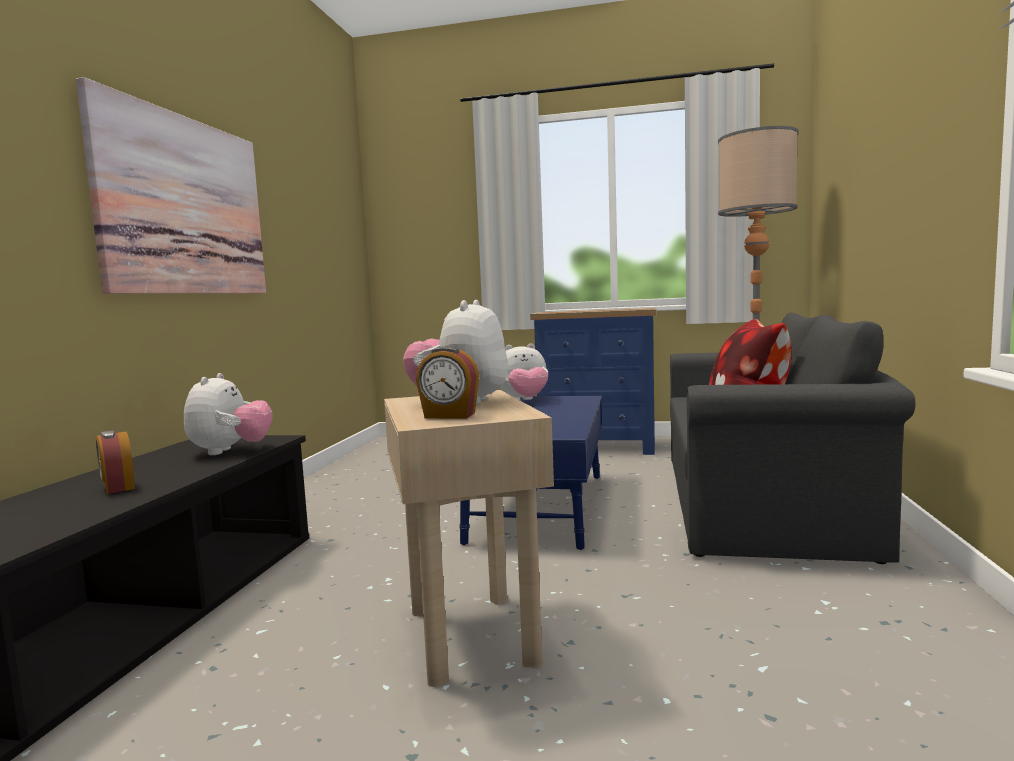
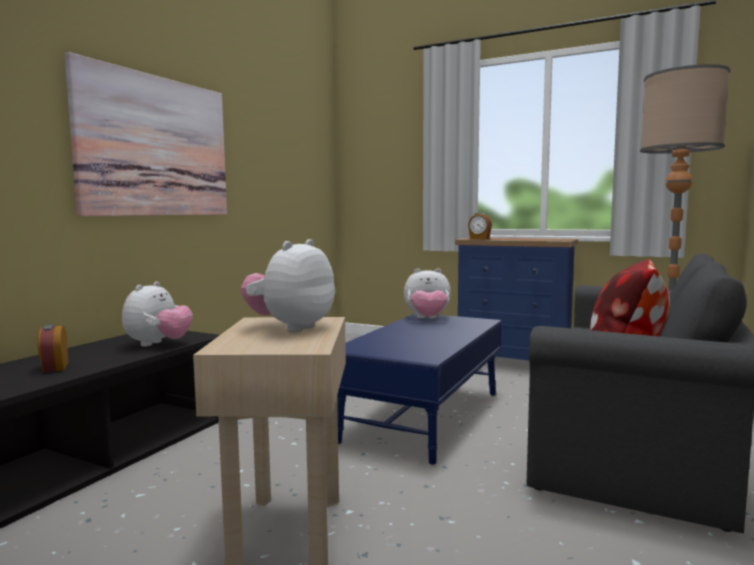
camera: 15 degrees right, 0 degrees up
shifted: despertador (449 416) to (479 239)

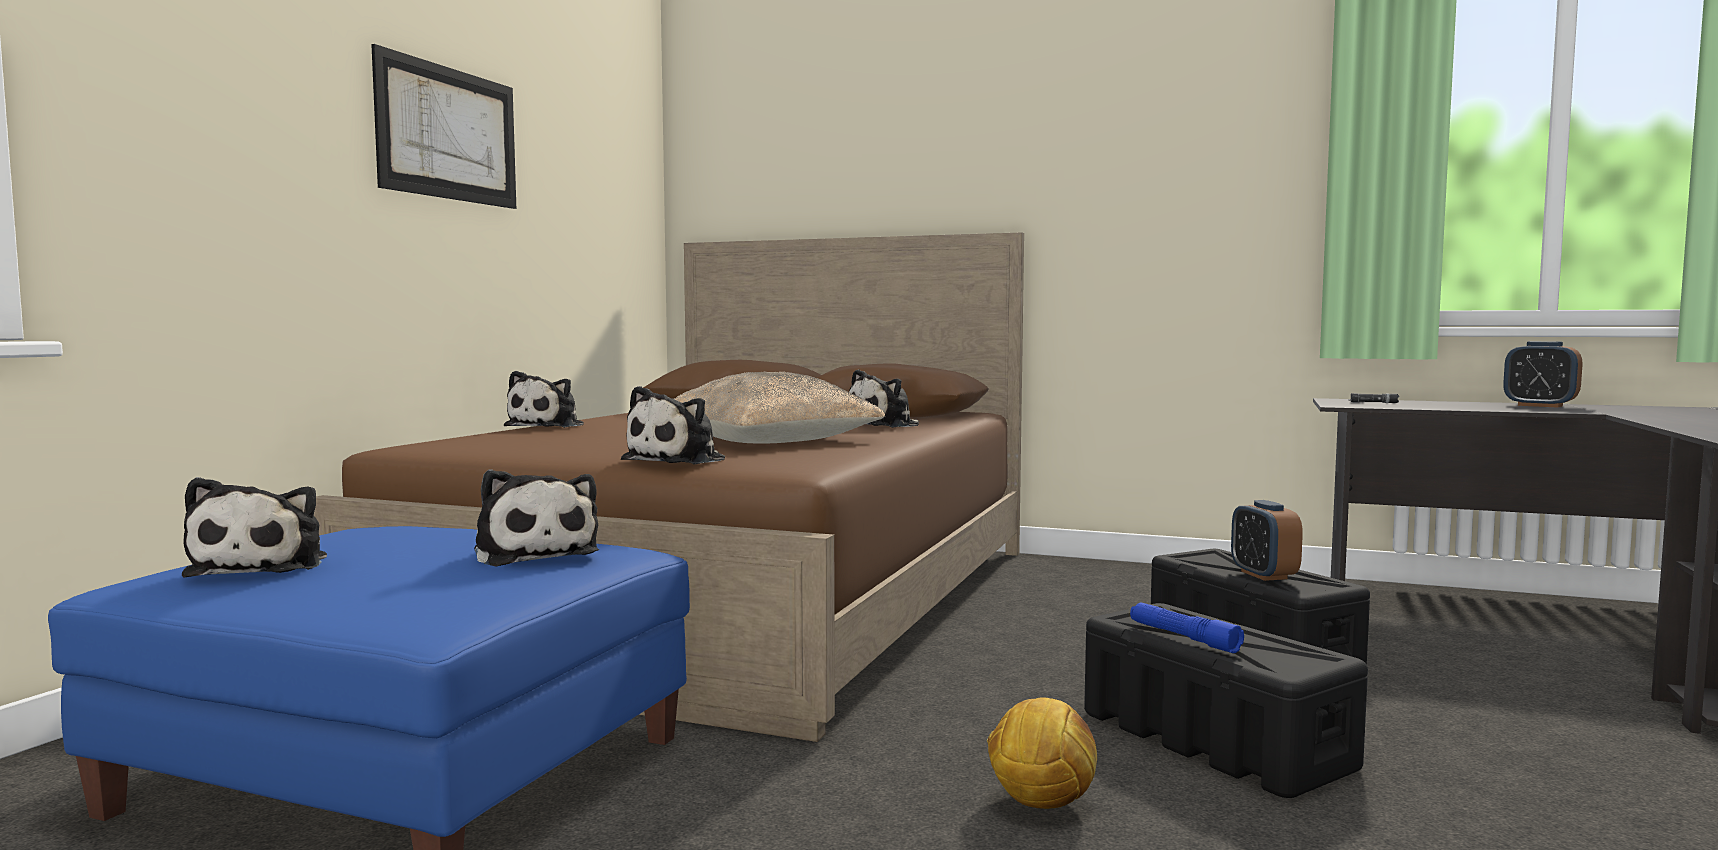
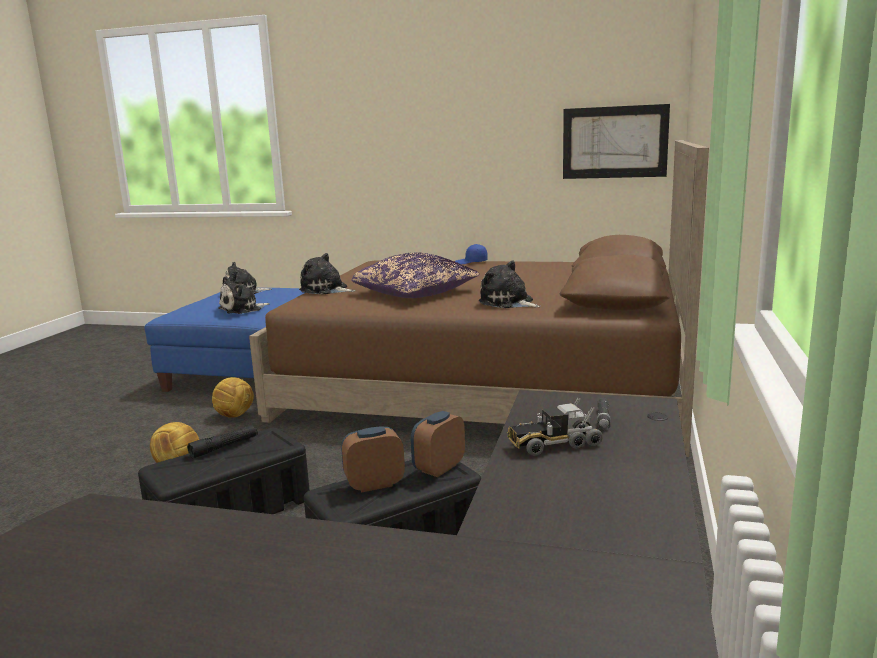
camera: 85 degrees right, 10 degrees up
new: balón de fútbol (235 415); camión de juguete (553 444)
shifted: cuadro (449 133) to (614 142); despertador (1540 405) to (439 468)
swapped: peluche (548 426) to gorra (azul) (471 262)
repainted: cojín (beis) (770 439) to cojín (morado) (414 292); linterna (azul) (1183 638) to linterna (negro) (224 447)

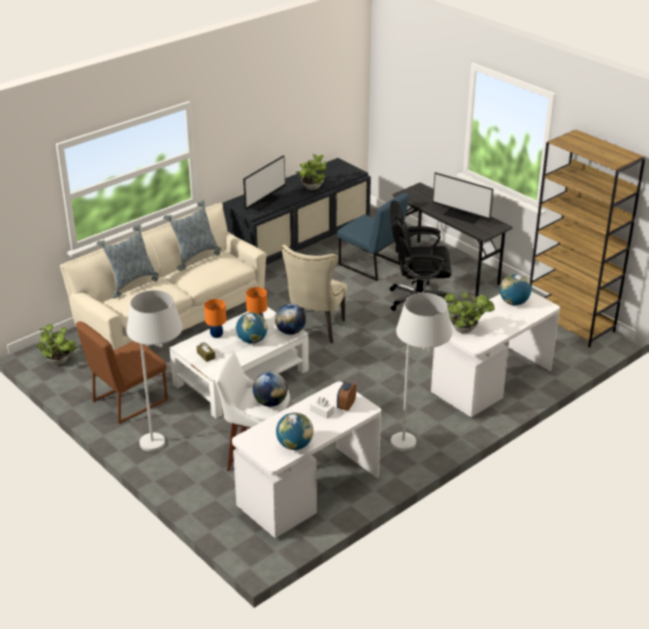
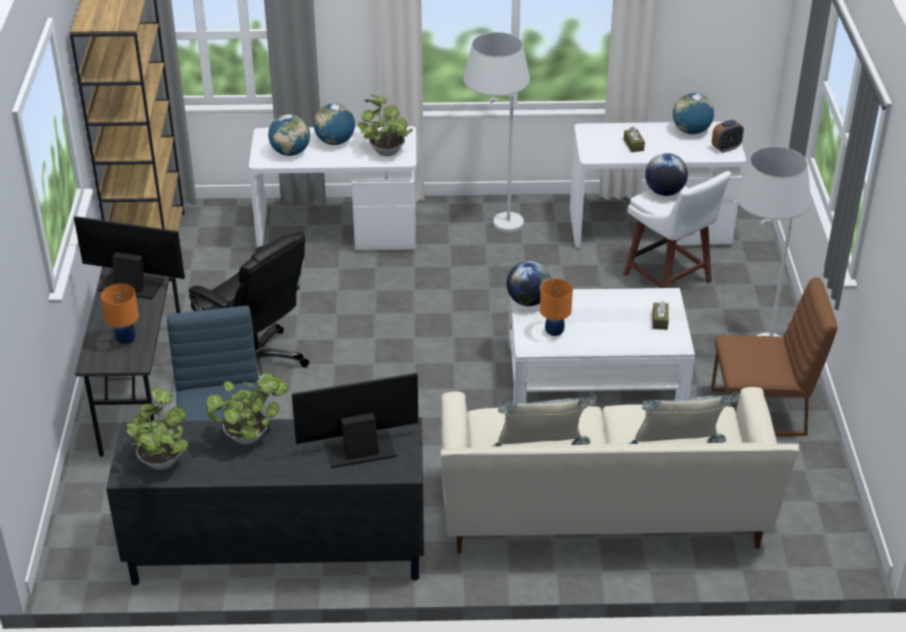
camera: 140 degrees left, 5 degrees up
gone: silla (beis) (315 328)
shifted: planta en maceta (60 362) to (162 459); lámpara de mesa (naranja) (216 336) to (127 340); globo terráqueo (252 340) to (335 142); despertador (346 405) to (726 148)
repainted: caja de pañuelos (blanco) (321 412) to caja de pañuelos (marrón) (633 145)
rotated: monitor (462 215) = (131 284) 60 degrees counterclockwise

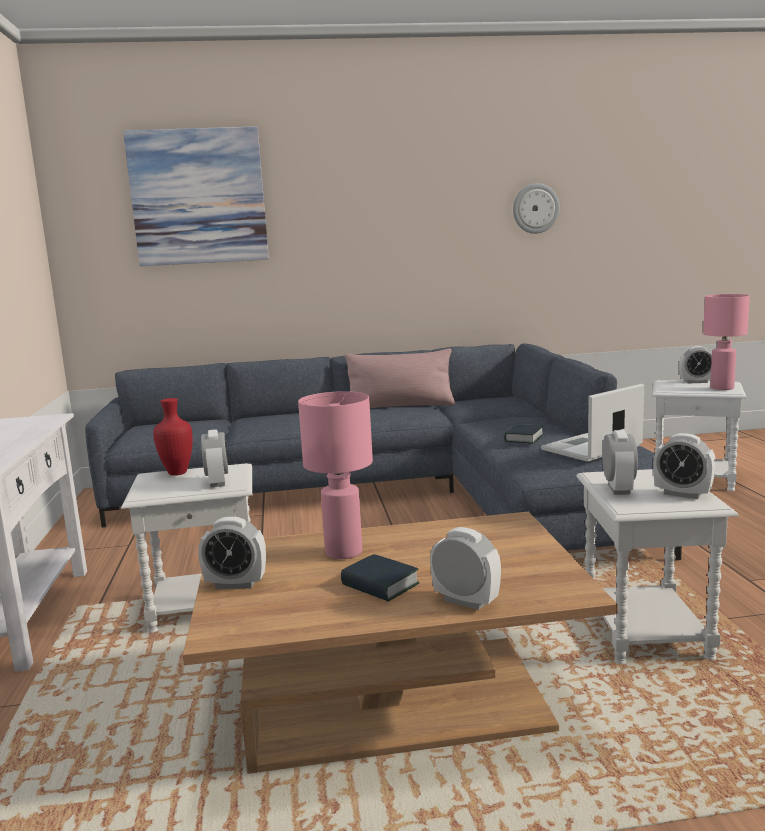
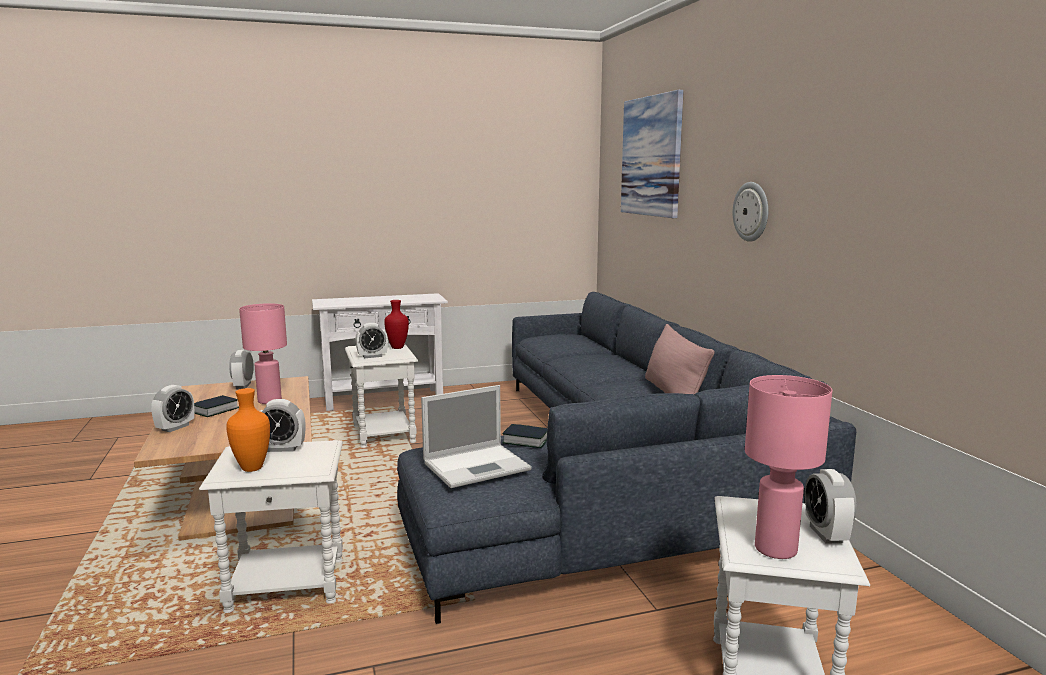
camera: 80 degrees right, 0 degrees up
shifted: reloj de pared (535 208) to (751 211)
swapped: despertador (682 494) to florero (naranja) (252 469)
rotated: portátil (590 448) = (478 465) 105 degrees clockwise

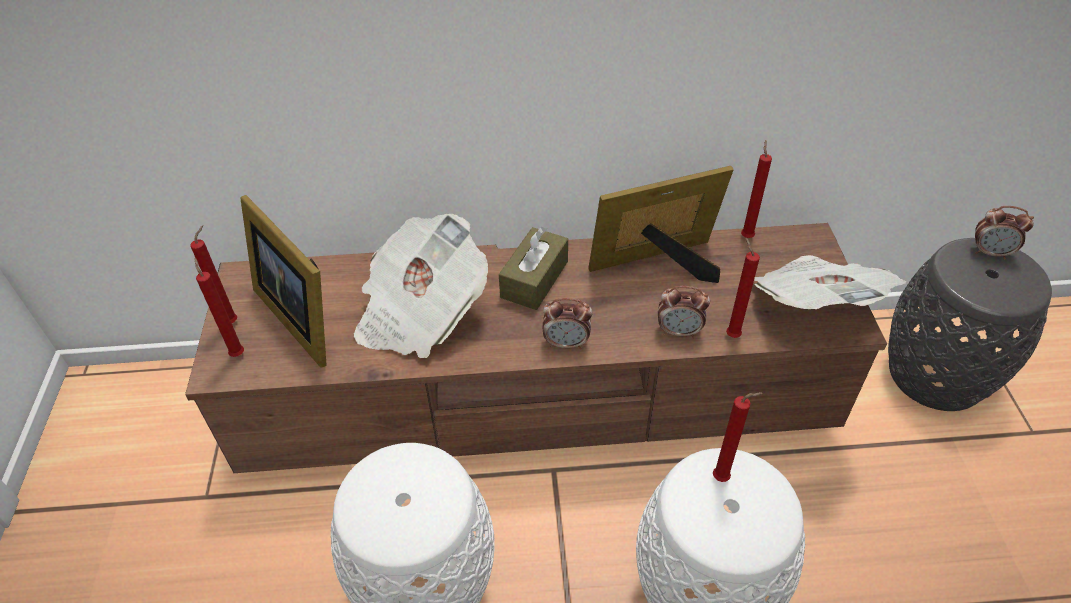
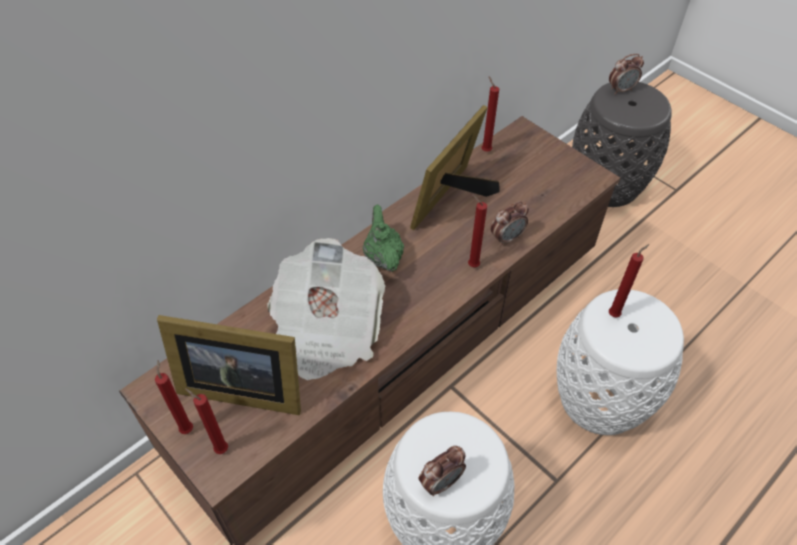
camera: 40 degrees left, 5 degrees up
gone: periódico (815 305)
shifted: despertador (566 343) to (441 482); vela (rojo) (731 334) to (471 265)
swapped: caja de pañuelos (marrón) (534 279) to tetera (verde) (383 257)

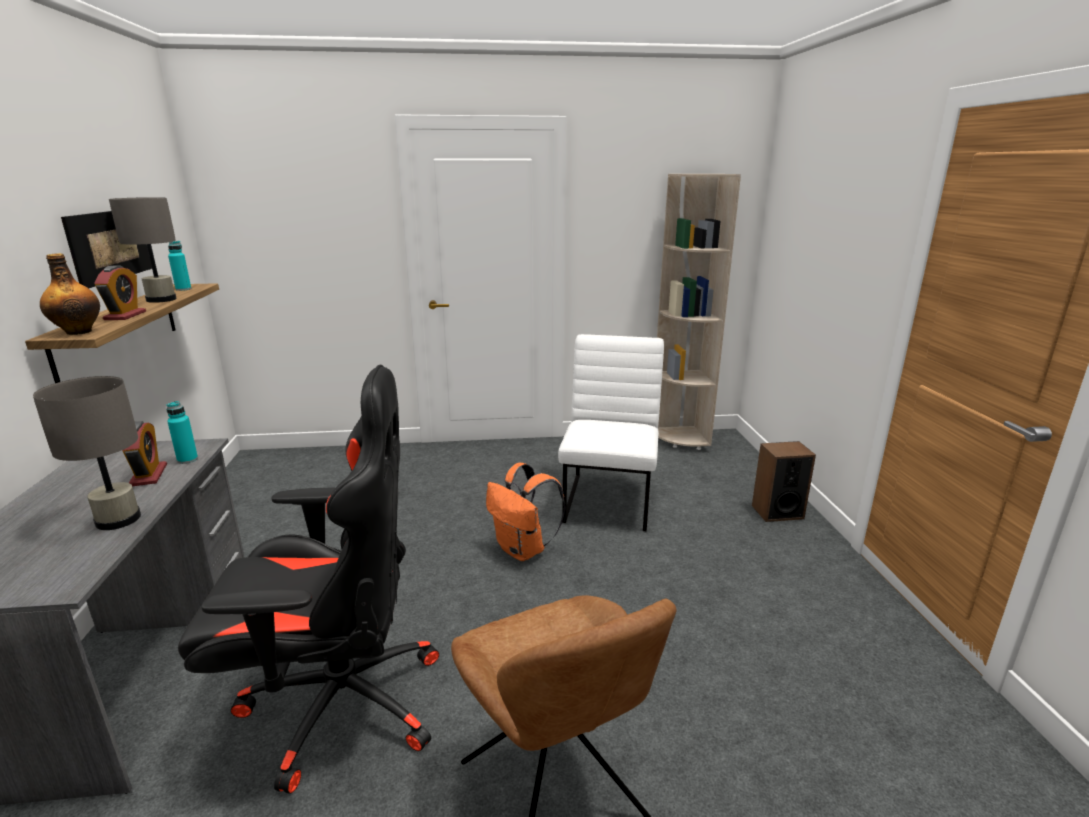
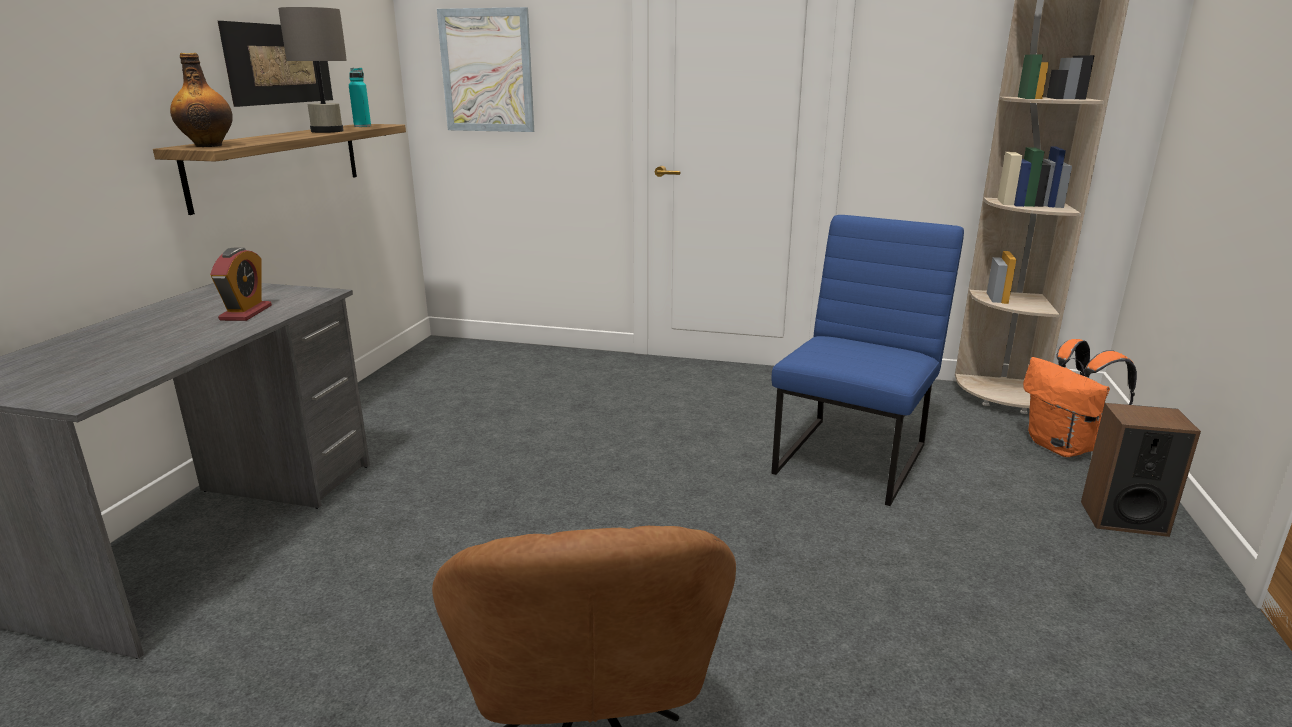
camera: 20 degrees right, 0 degrees up
gone: lámpara de mesa (gris) (119 520); despertador (125 316); botella (turquesa) (187 460); silla de oficina (negro) (329 706)
new: cuadro (487 71)
shifted: mochila (naranja) (523 550) to (1063 447)
repainted: silla (blanco) (609 500) to silla (azul) (853 457)

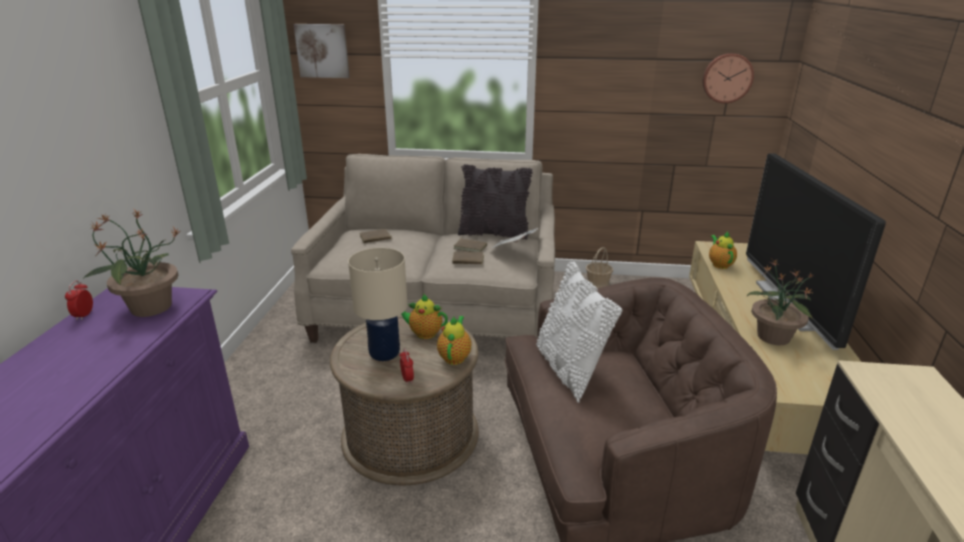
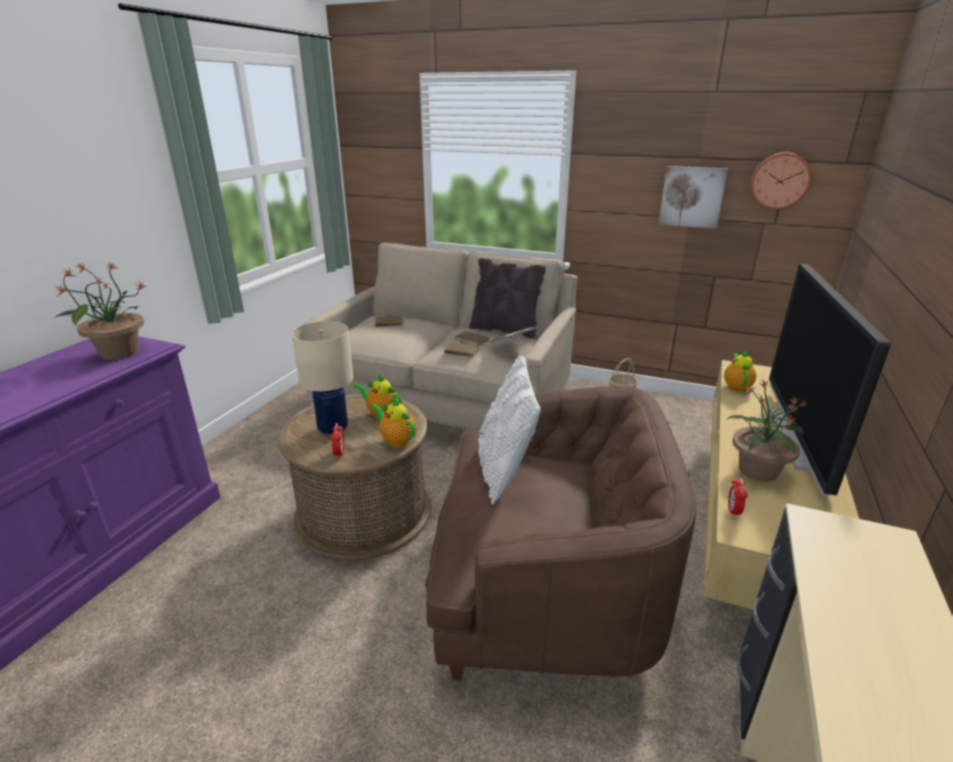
camera: 15 degrees right, 0 degrees up
shifted: despertador (84 315) to (733 511); cuadro (322 50) to (692 197)
rotated: tetera (455 357) = (396 440) 75 degrees counterclockwise

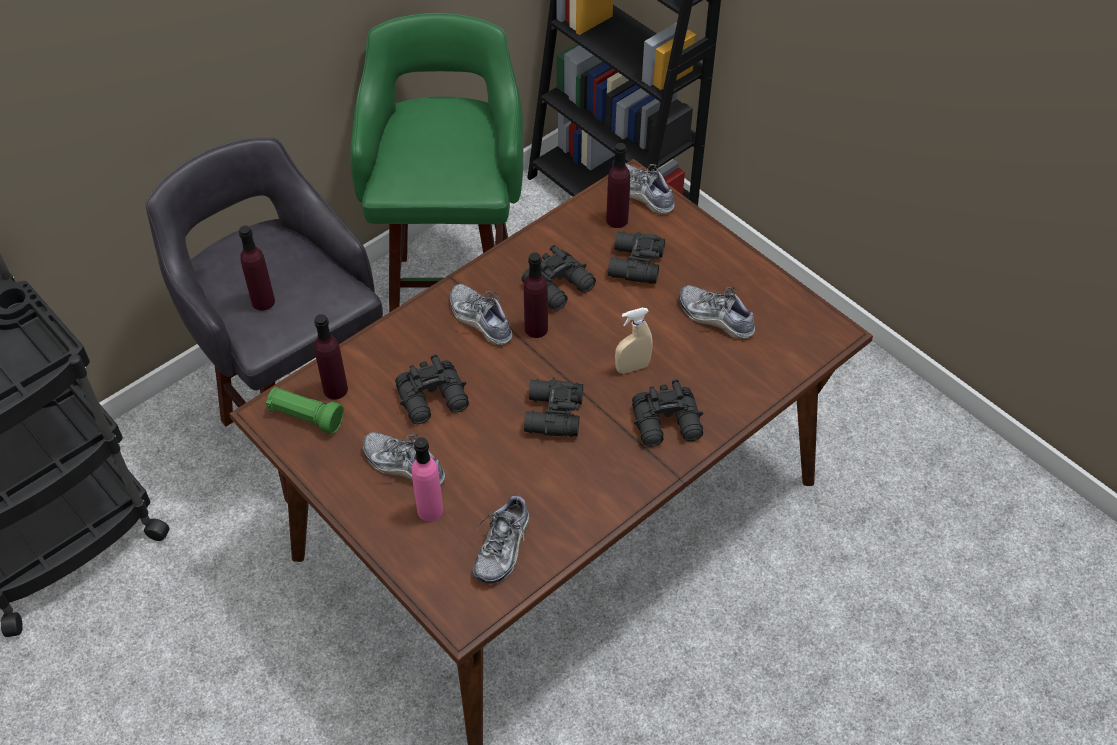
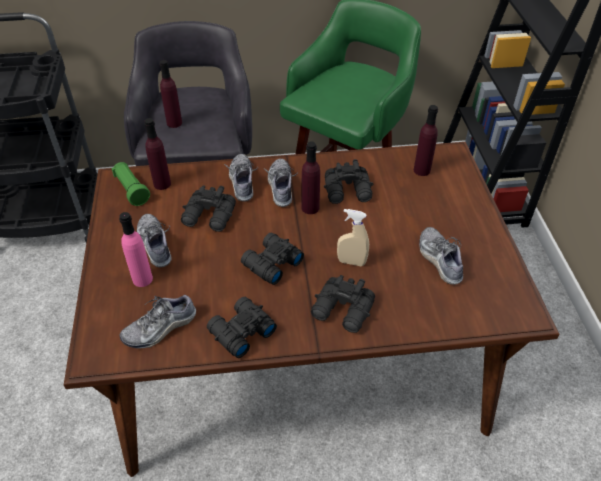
camera: 35 degrees right, 5 degrees down
shifted: prismáticos (negro) (634 265) to (240 332); zapato (642 194) to (242 182)

